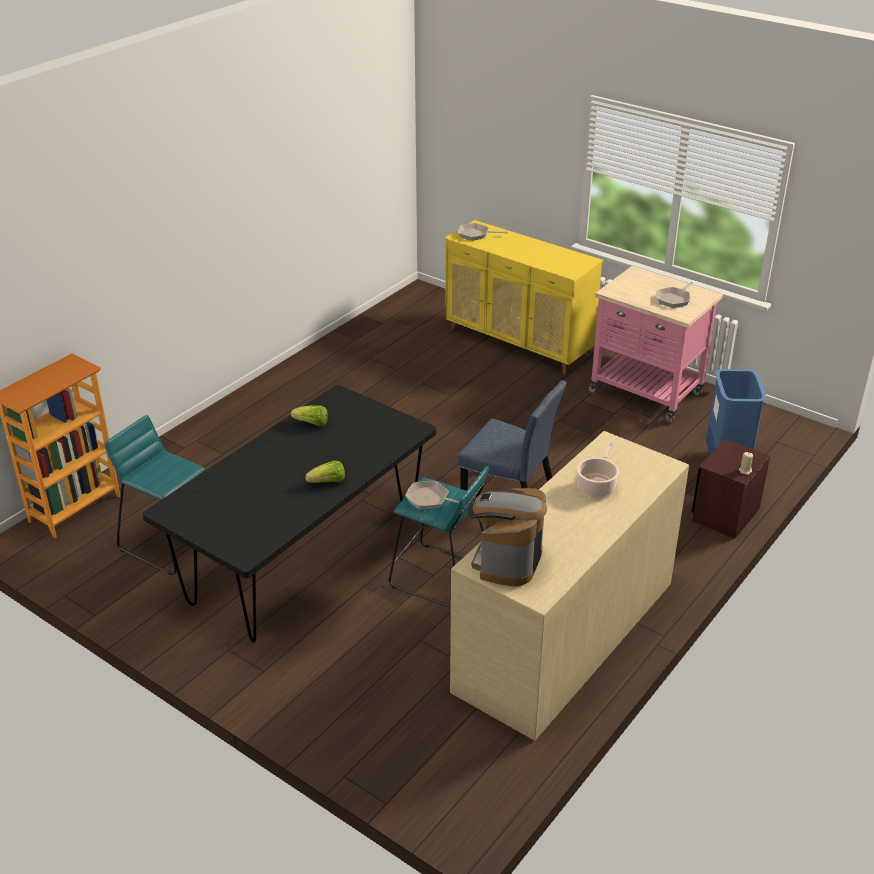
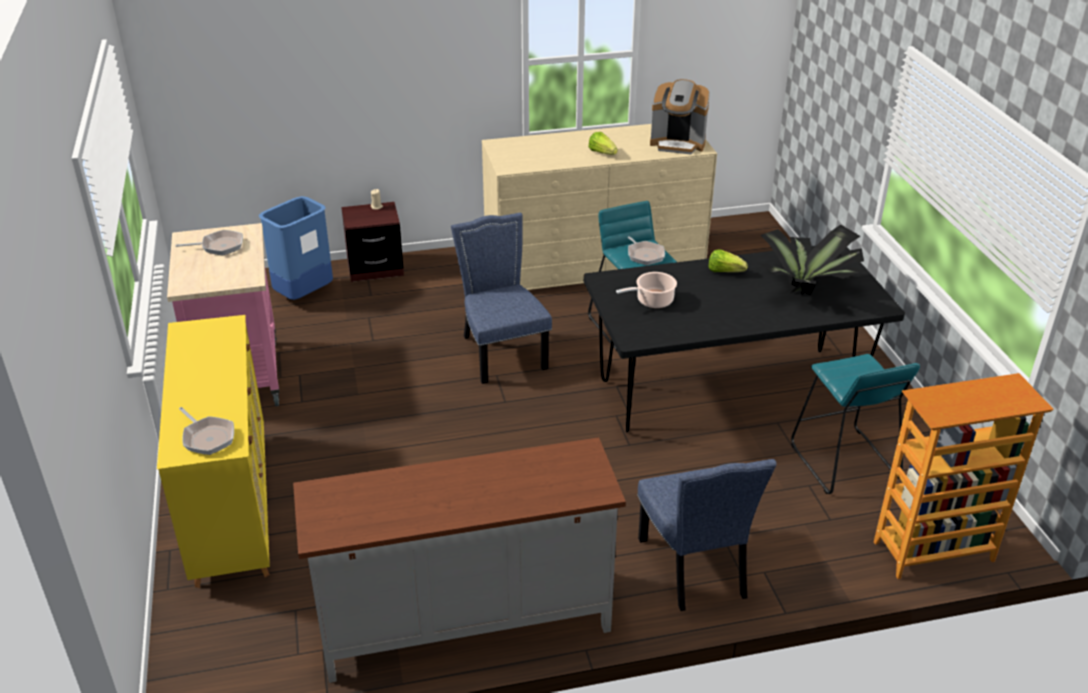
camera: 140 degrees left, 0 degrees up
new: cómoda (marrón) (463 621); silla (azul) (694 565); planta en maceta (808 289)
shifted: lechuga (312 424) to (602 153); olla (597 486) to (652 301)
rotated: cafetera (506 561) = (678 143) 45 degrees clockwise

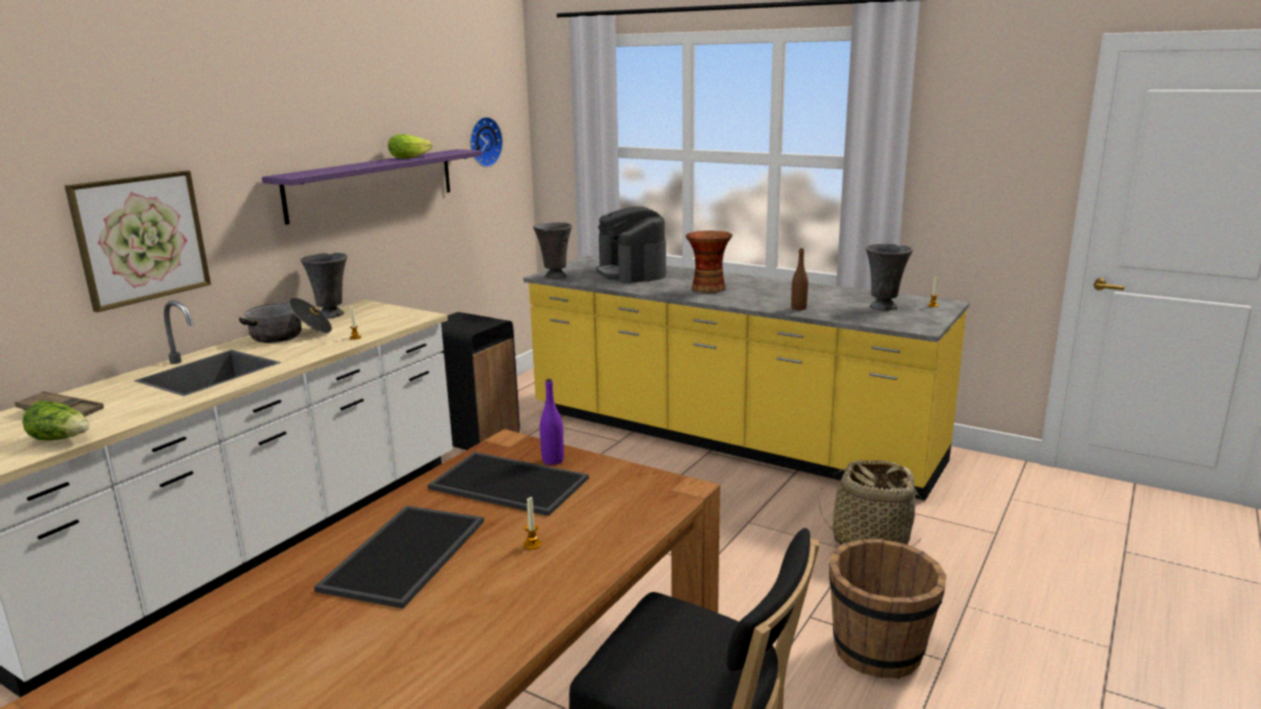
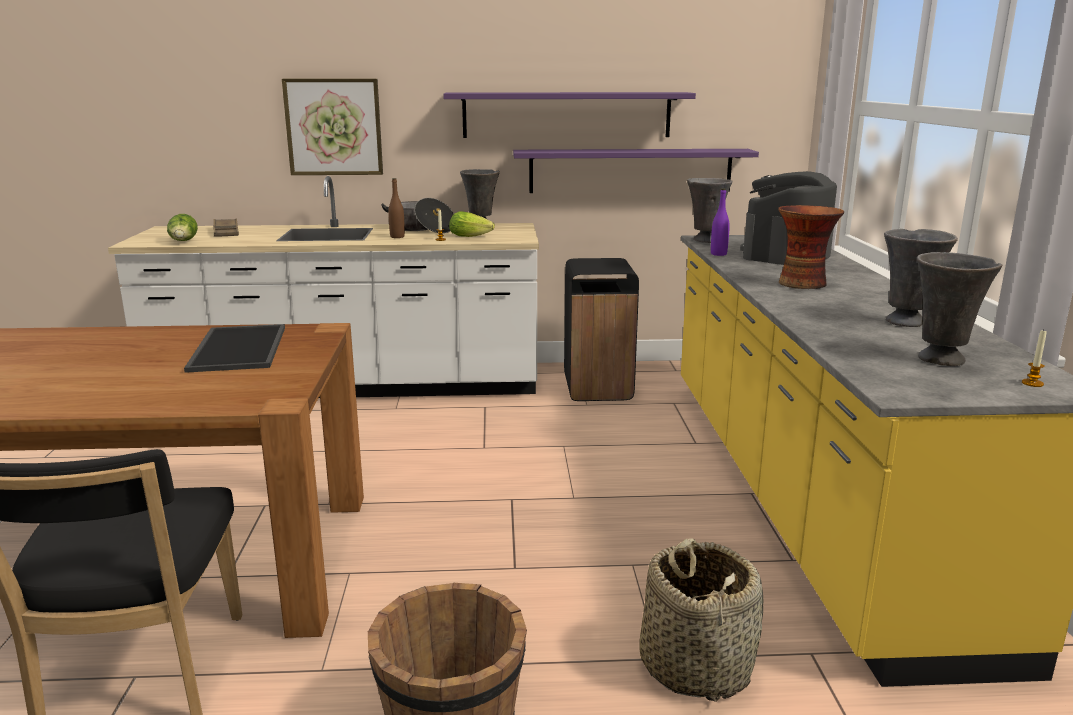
camera: 55 degrees right, 0 degrees up
gone: bandeja (406 556); reloj de pared (483 141); vela (532 544)
new: estante (morado) (630 170); florero (gris) (907 322)
shifted: lechuga (412 157) to (472 236); botella (morado) (553 460) to (718 254); botella (marrón) (798 308) to (397 237)

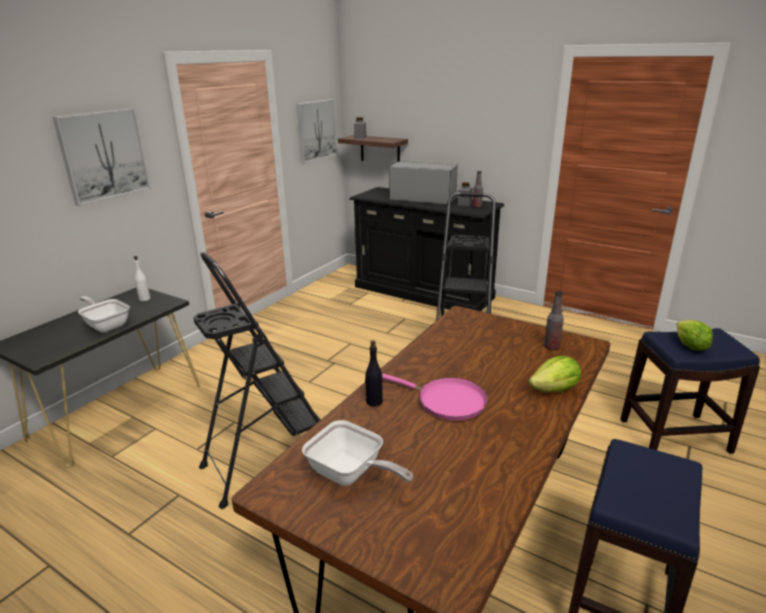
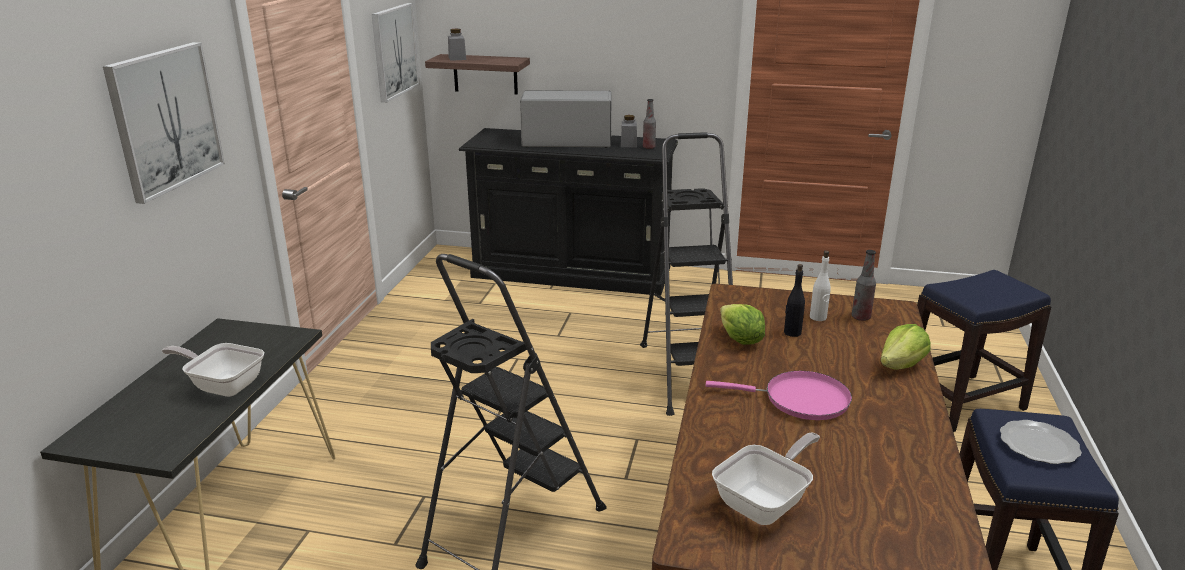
camera: 20 degrees left, 0 degrees up
new: plato (1038 445)
shifted: botella (blanco) (144 299) to (818 317); botella (negro) (374 402) to (792 333); lechuga (690 347) to (740 340)
rotated: sartén (350 474) = (766 503) 60 degrees counterclockwise

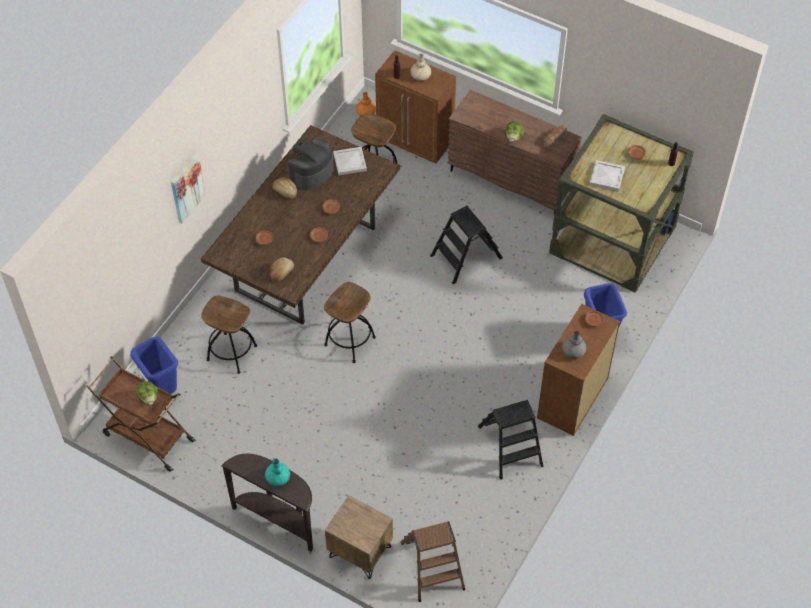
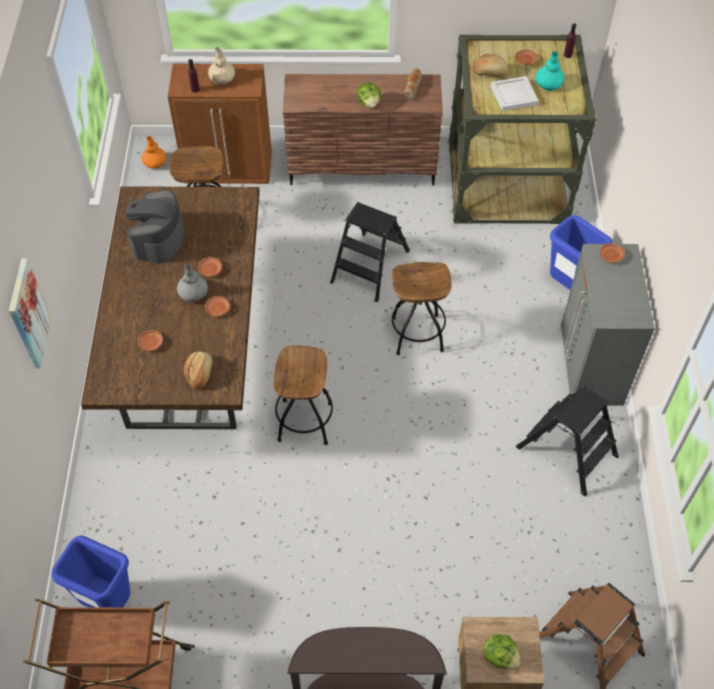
camera: 30 degrees left, 0 degrees up
gone: bandeja (blanco) (349 162)
shifted: lechuga (148 398) to (500 656); taburete (marrón) (231 352) to (417 334); florero (turquesa) (278 477) to (548 84); pan (285 192) to (489 73); florero (gris) (573 351) to (193 293)
repainted: armario (marrón) (572 398) to armario (gris) (591 364)

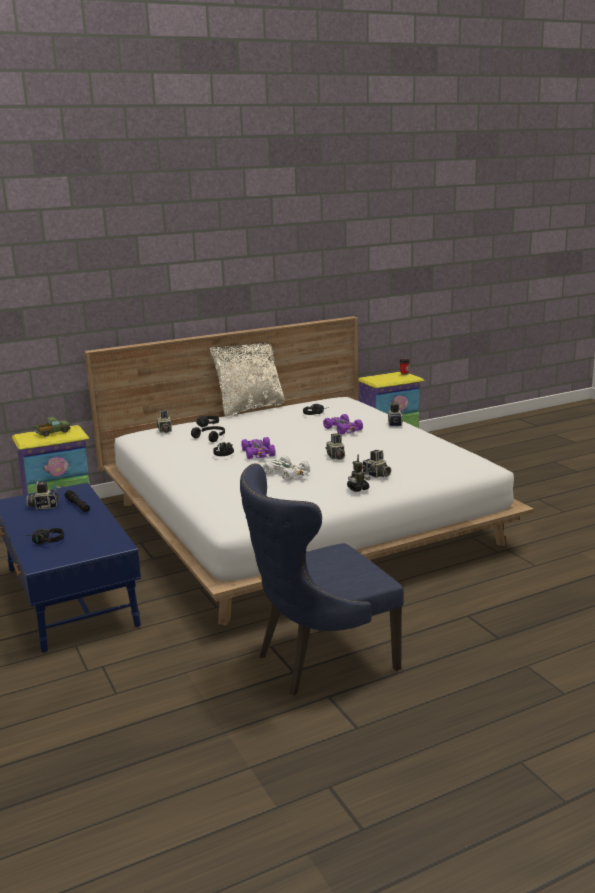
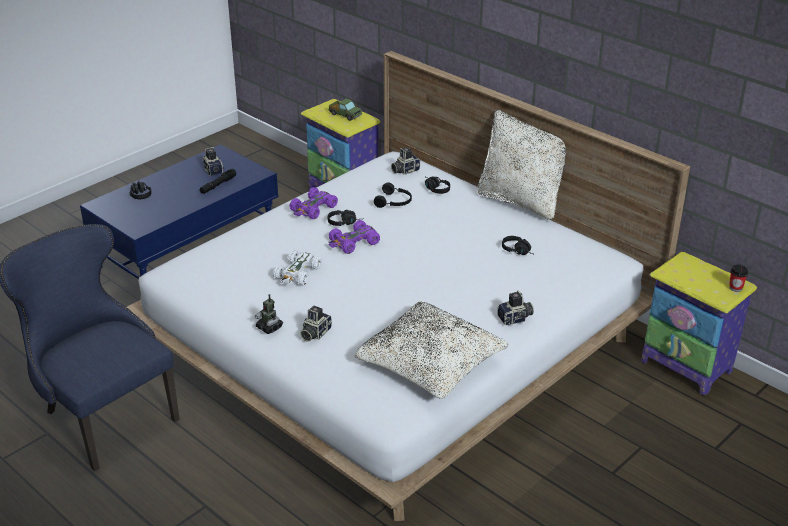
camera: 70 degrees right, 15 degrees up
gone: cámara (335 457)
new: cojín (beis) (430 362)
shifted: coche de juguete (morado) (343 429) to (313 209)

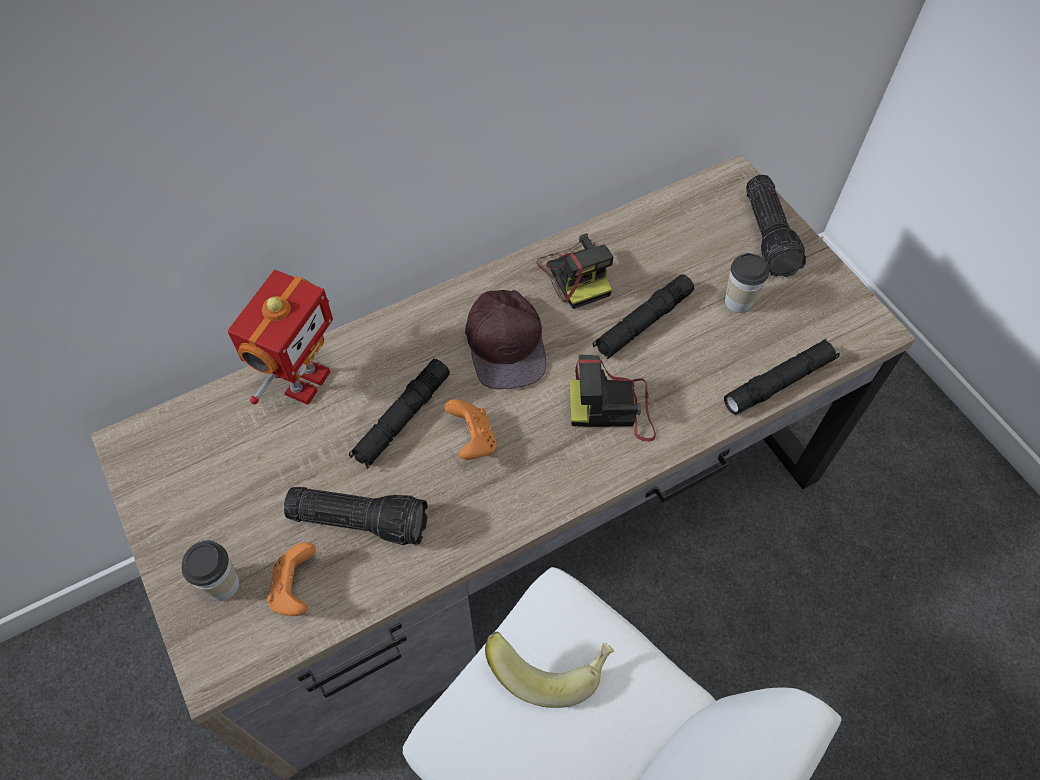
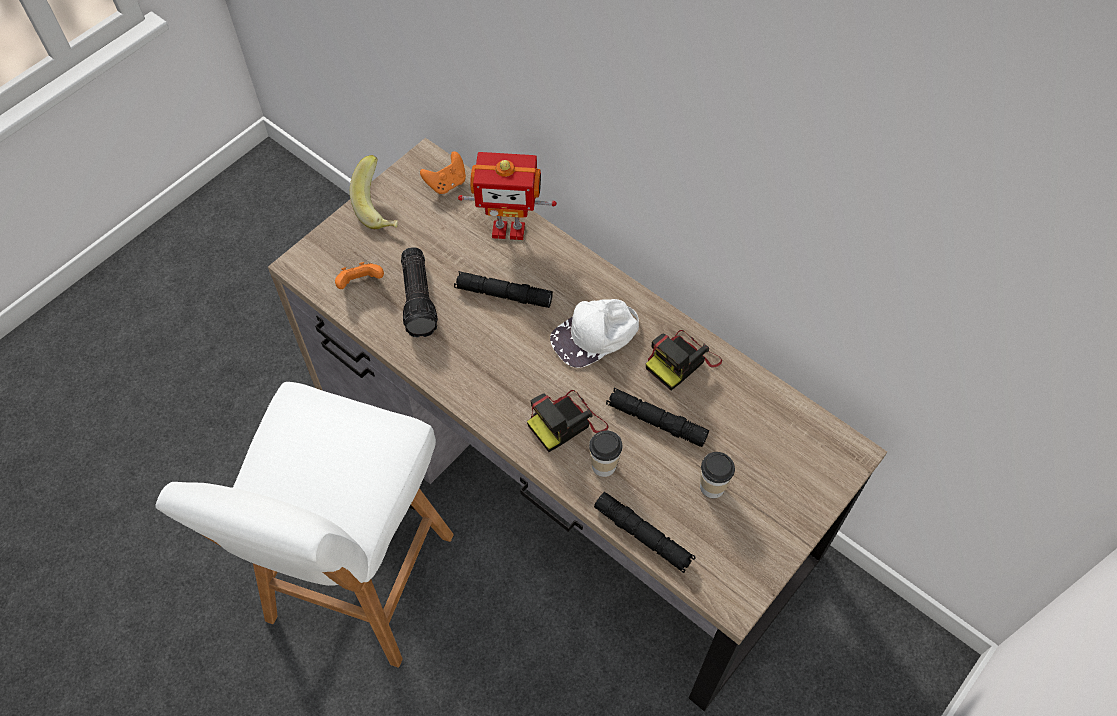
camera: 70 degrees right, 0 degrees up
gone: linterna (770 235)
shifted: taza (222 584) to (604 465); mando de consola (naranja) (473 440) to (446 183); plátano (550 665) to (381 207)
repainted: gorra (marrón) (506 342) to gorra (blanco) (595 335)
rotated: cámara (613 409) = (567 423) 105 degrees counterclockwise

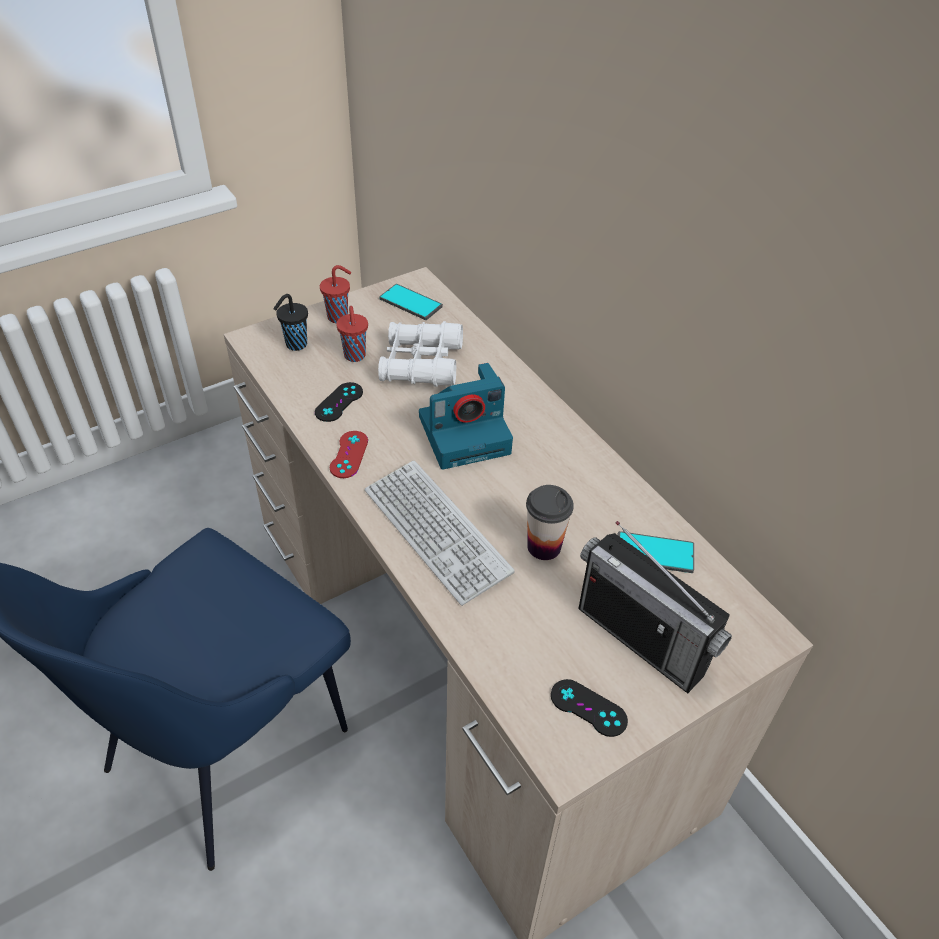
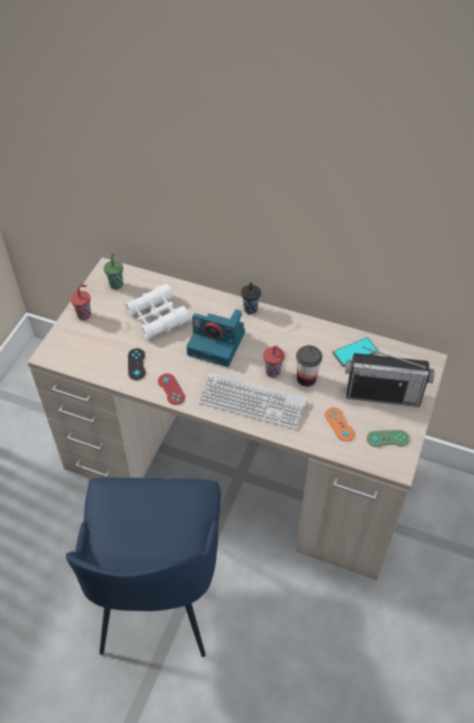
camera: 35 degrees left, 5 degrees up
new: mando de consola (naranja) (339 424)
shifted: taza (negro) (295 345) to (250 310); taza (rojo) (355 356) to (273 372)
swapped: móvil (411 303) to taza (verde) (116 284)
repainted: mando de consola (negro) (588 708) to mando de consola (verde) (387 438)
rotated: cámara (466 433) = (218 343) 75 degrees clockwise

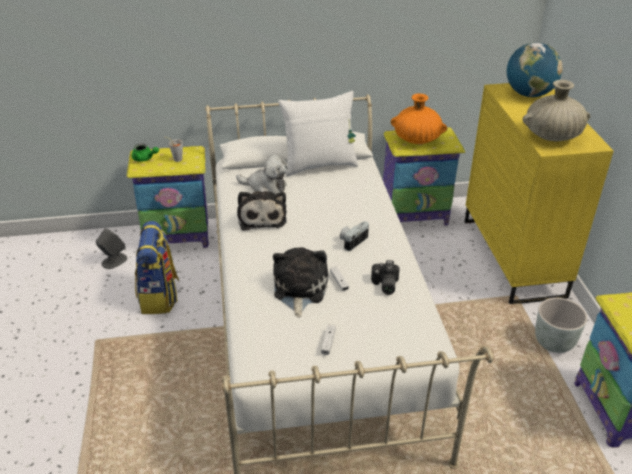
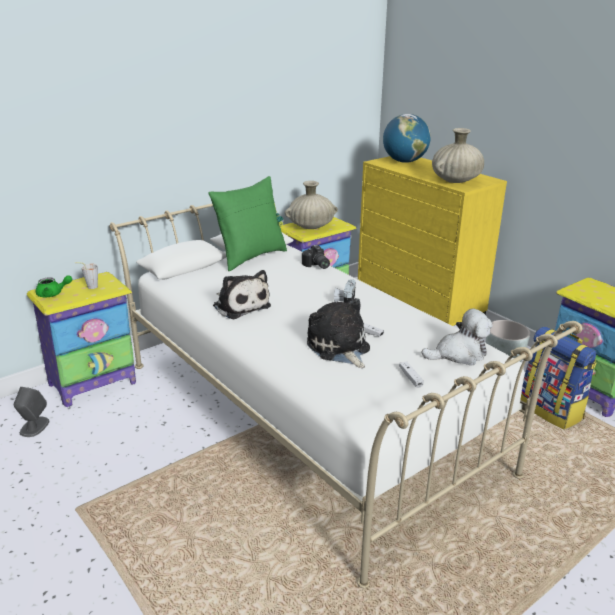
camera: 30 degrees left, 10 degrees down
shifted: mochila (160 297) to (551 410); peluche (265 186) to (459 354); cámara (384 285) to (316 266)
repainted: cojín (blanco) (319 166) to cojín (verde) (251 258); florero (naranja) (417 140) to florero (beis) (311 227)

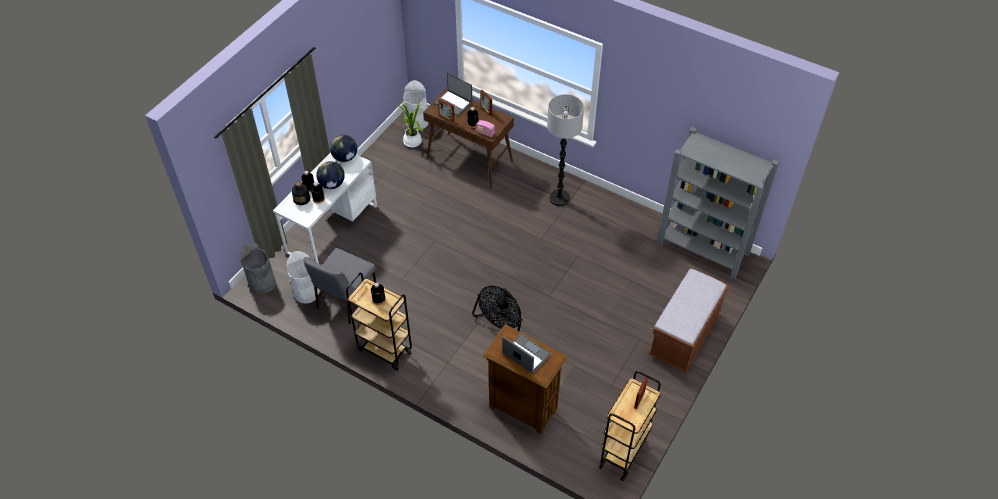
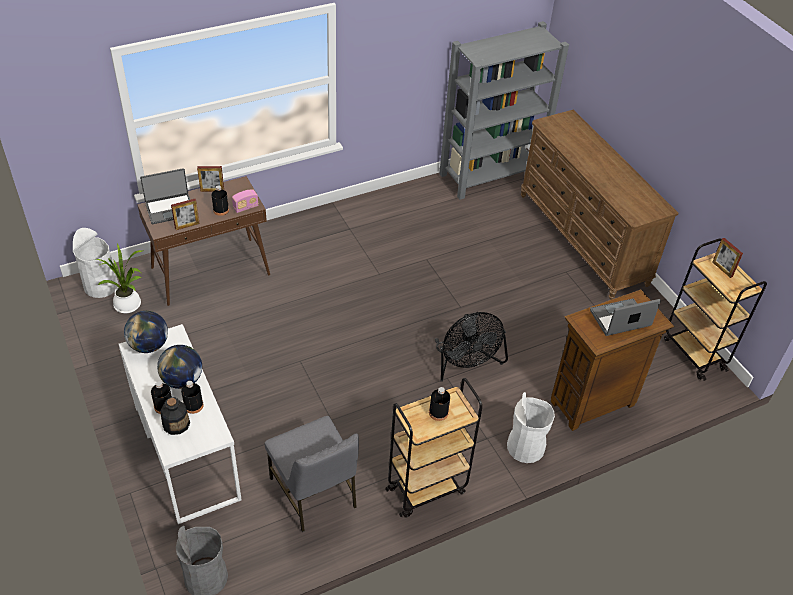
camera: 60 degrees left, 5 degrees down
gone: lámpara de pie (559 198)
shifted: papelera (blanco) (306 292) to (525 447)
swapped: banco (marrón) (684 335) to cómoda (marrón) (582 239)

